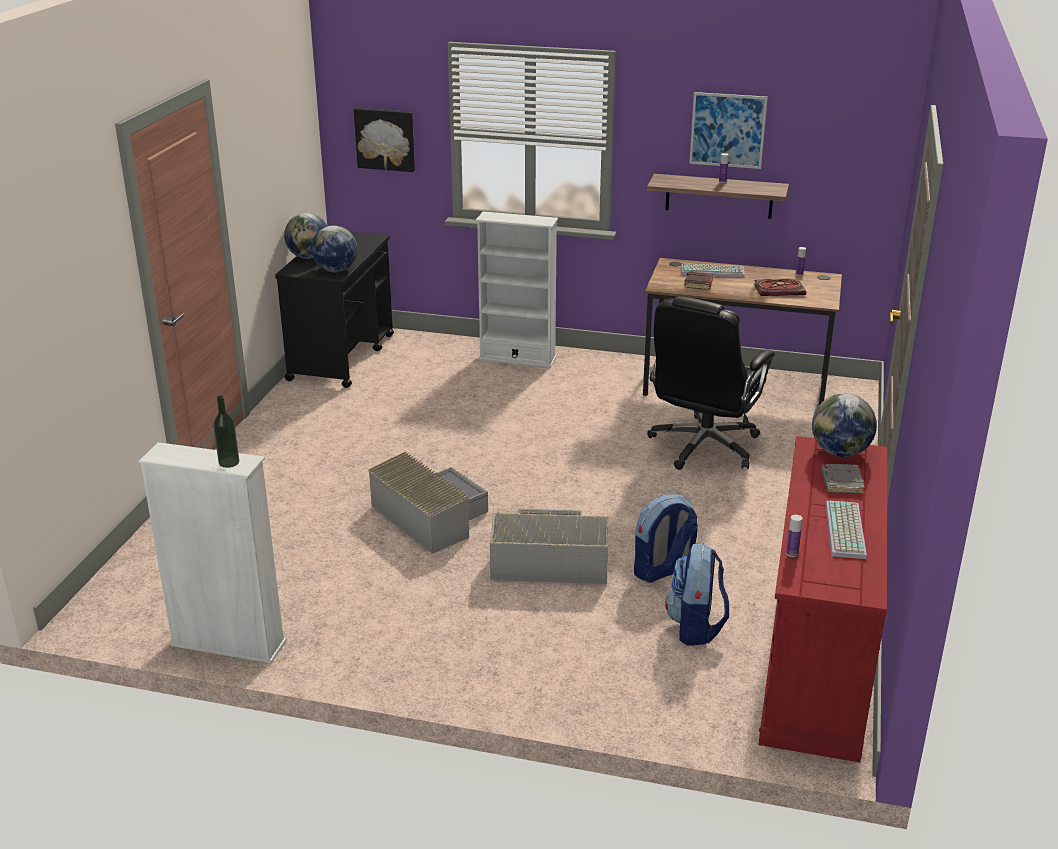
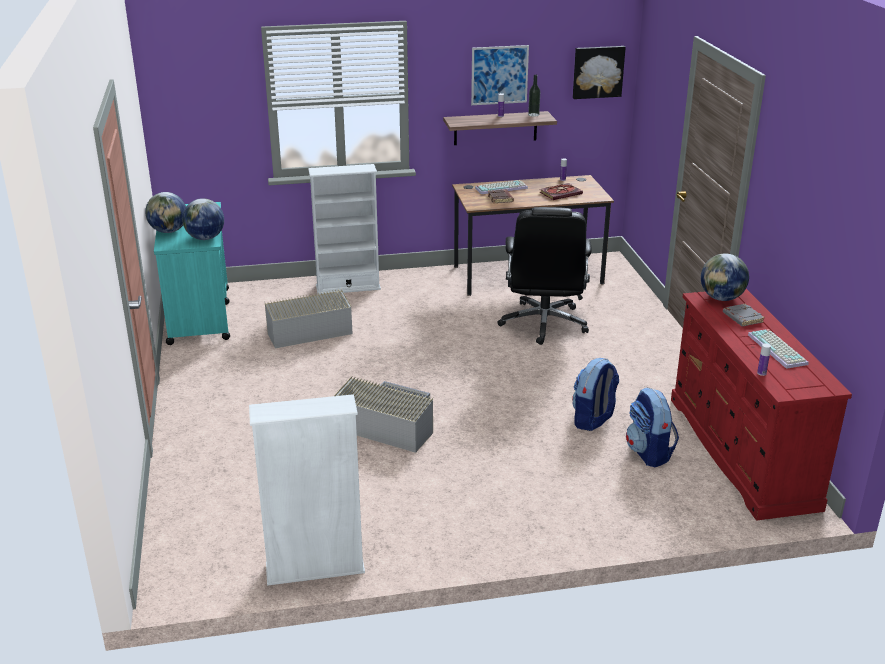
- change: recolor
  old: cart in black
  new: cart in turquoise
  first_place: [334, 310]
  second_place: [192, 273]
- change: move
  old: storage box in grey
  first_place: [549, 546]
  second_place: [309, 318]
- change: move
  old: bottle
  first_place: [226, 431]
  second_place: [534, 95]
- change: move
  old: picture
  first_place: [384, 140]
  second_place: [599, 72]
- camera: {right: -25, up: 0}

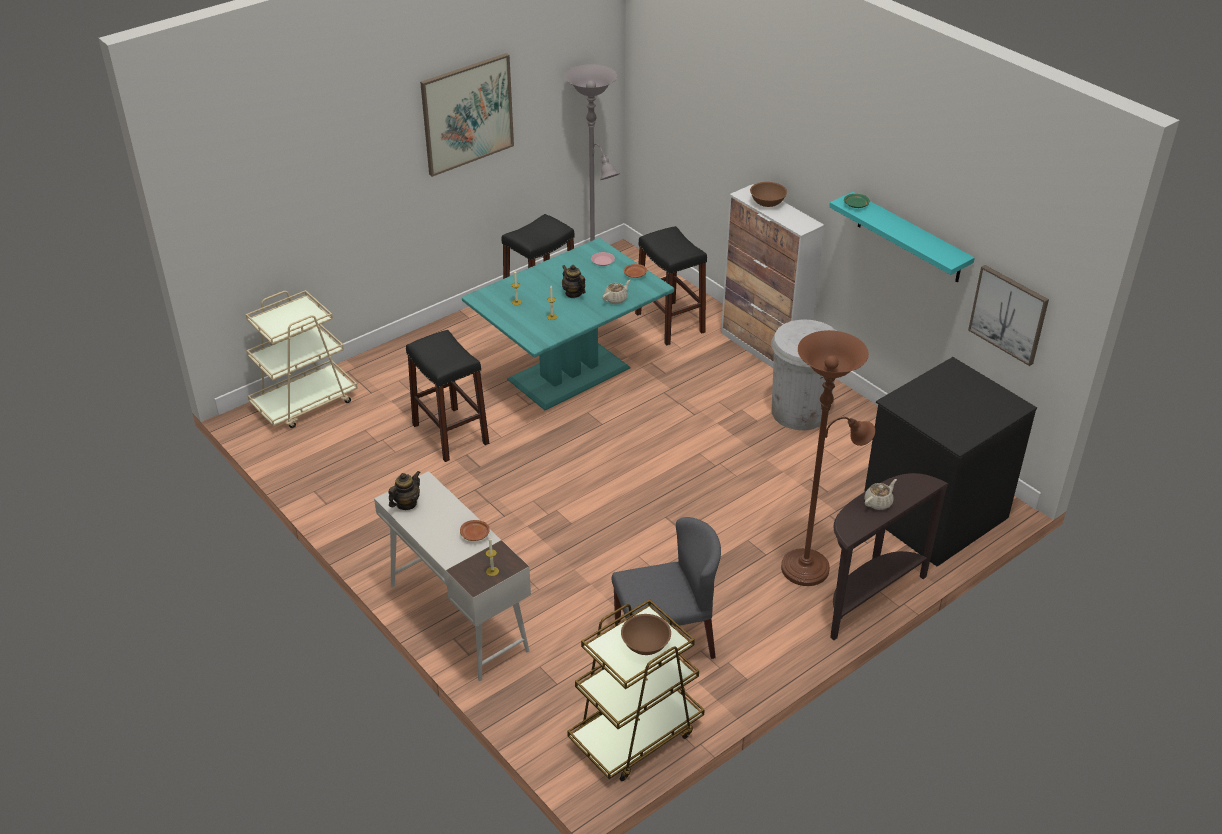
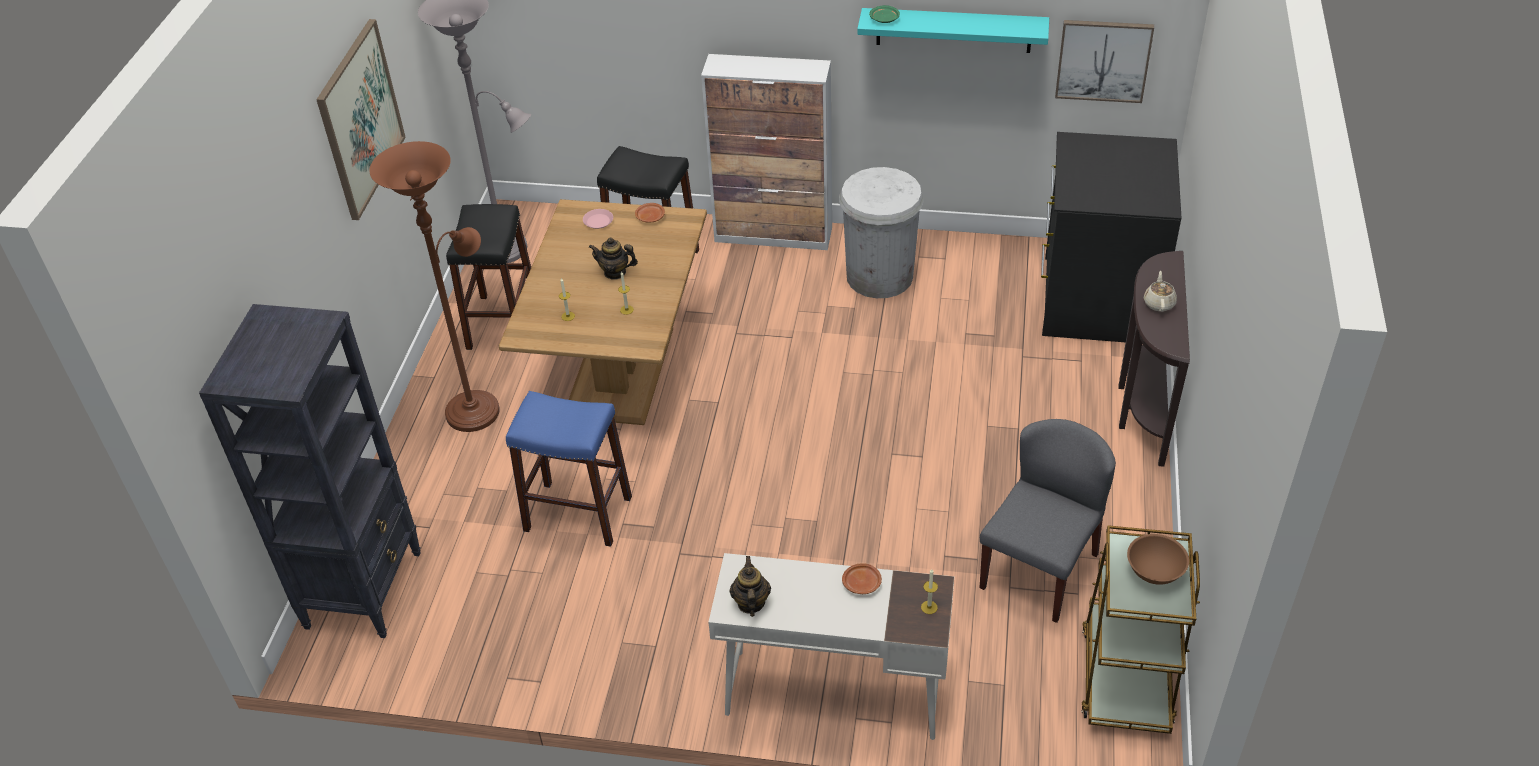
- change: replace
  old: cart in beige
  new: bookcase in black
  first_place: [302, 359]
  second_place: [310, 471]
- change: move
  old: floor lamp in brown
  first_place: [828, 458]
  second_place: [434, 286]
- change: recolor
  old: dining table in turquoise
  new: dining table in brown
  first_place: [568, 324]
  second_place: [603, 312]
- change: recolor
  old: stool in black
  new: stool in blue
  first_place: [447, 396]
  second_place: [569, 469]
- change: delete
  old: teapot in beige
  first_place: [616, 292]
- change: delete
  old: bowl in brown
  first_place: [768, 194]
- camera: {right: -40, up: 5}

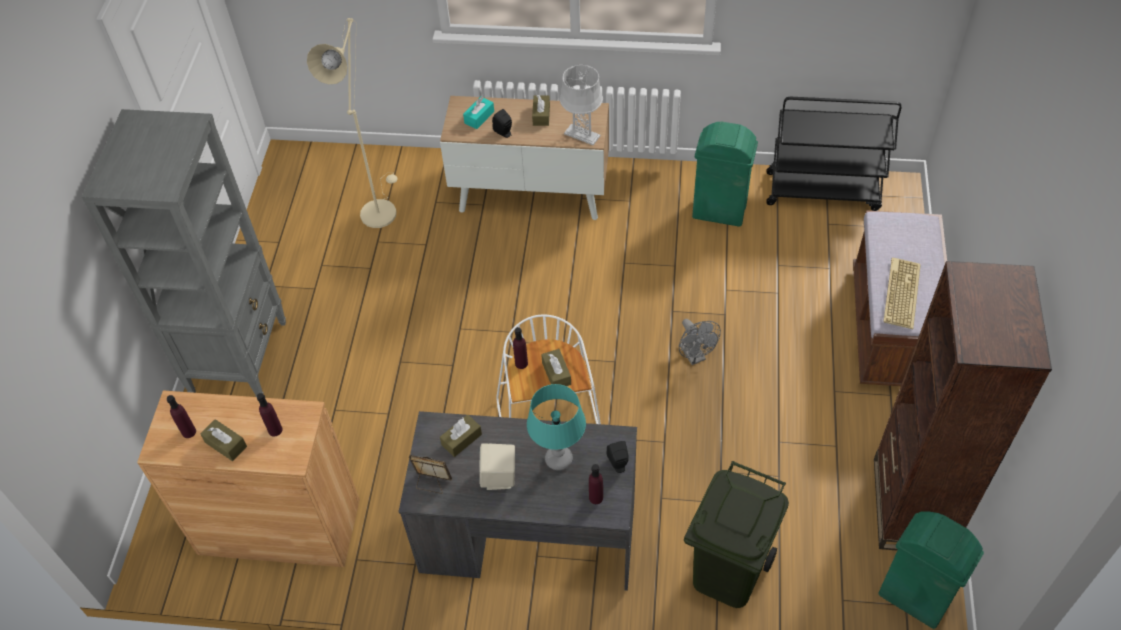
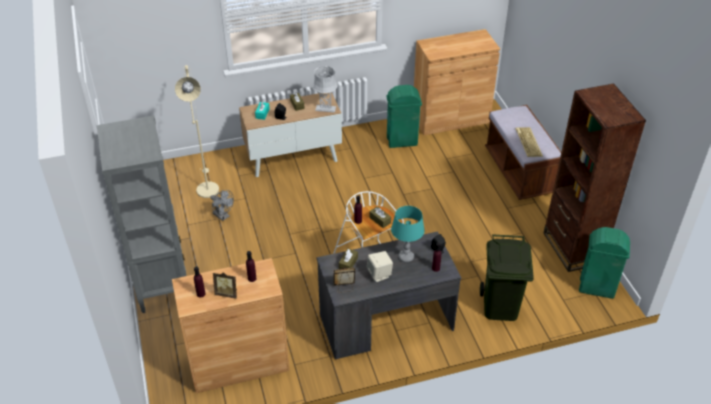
- change: move
  old: fan in grey
  first_place: [700, 342]
  second_place: [222, 205]
- change: replace
  old: tissue box in brown
  new: picture frame
  first_place: [223, 440]
  second_place: [225, 285]
- change: replace
  old: cart in black
  new: cabinet in brown
  first_place: [834, 154]
  second_place: [457, 82]
- camera: {right: -25, up: -10}

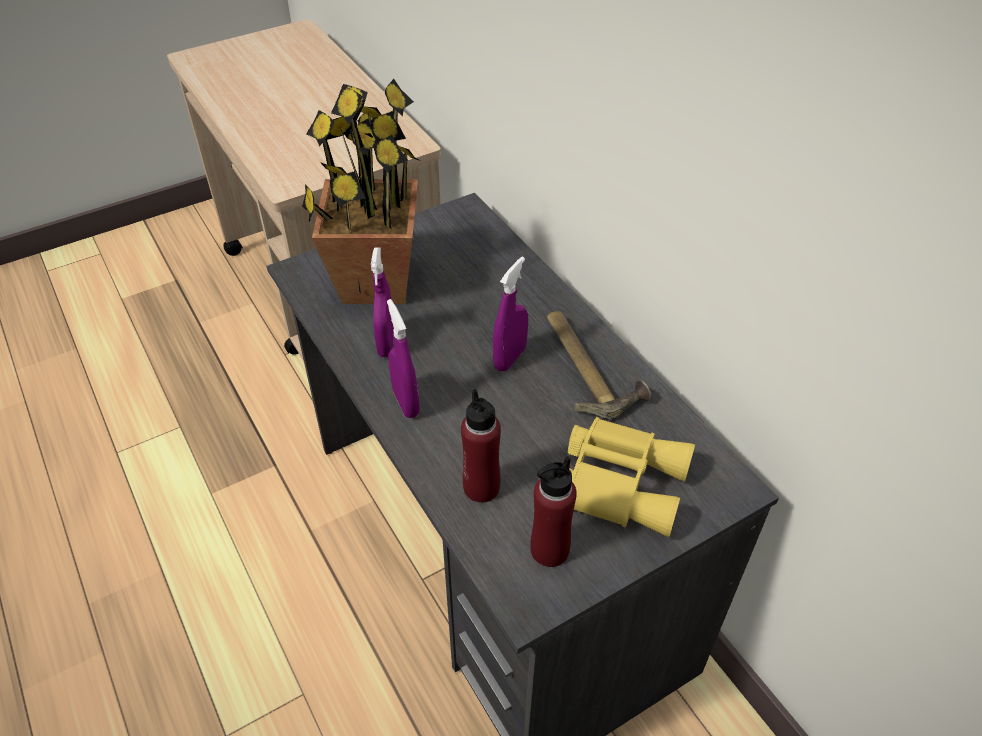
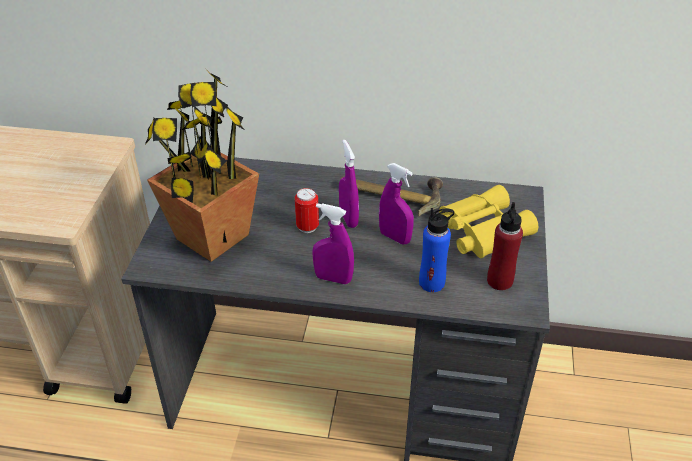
- change: insert
  new: can
  second_place: [307, 210]
- change: move
  old: spray bottle in purple
  first_place: [382, 302]
  second_place: [396, 203]
- change: recolor
  old: bottle in red
  new: bottle in blue
  first_place: [481, 446]
  second_place: [436, 250]
- camera: {right: -50, up: -5}

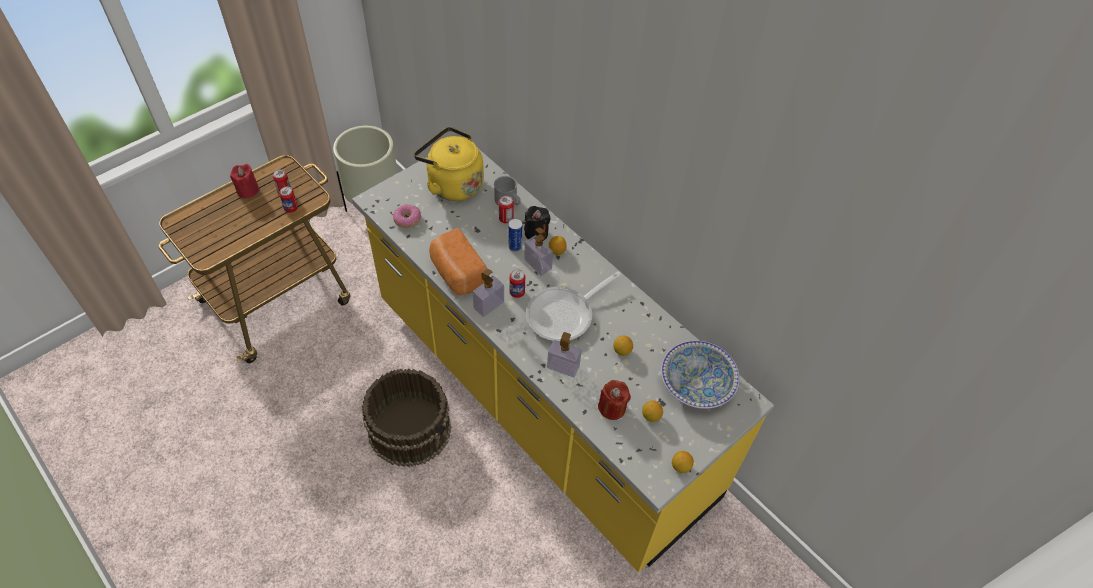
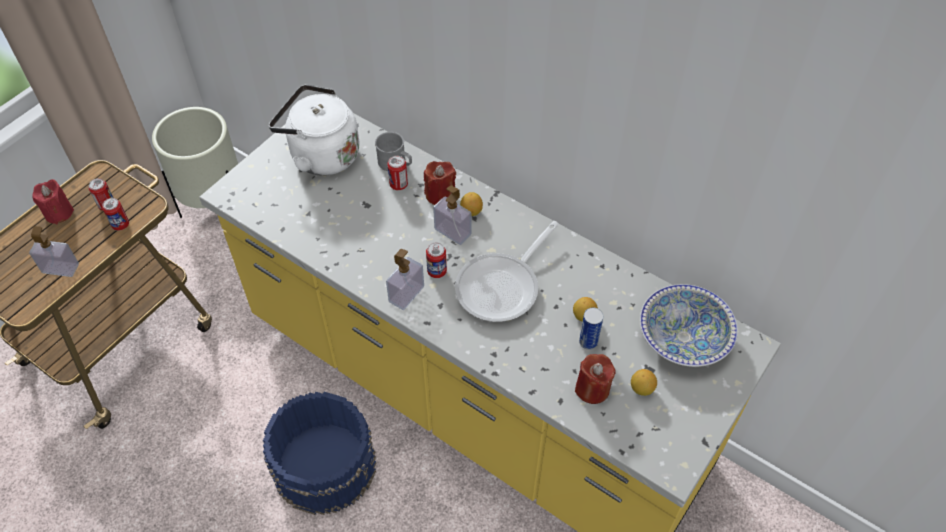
- change: move
  old: soap dispenser
  first_place: [564, 354]
  second_place: [54, 251]
- change: recolor
  old: bucket in brown
  new: bucket in blue
  first_place: [406, 417]
  second_place: [319, 453]
- change: recolor
  old: kettle in yellow
  new: kettle in white
  first_place: [449, 164]
  second_place: [314, 130]
- change: recolor
  old: candle in black
  new: candle in red
  first_place: [537, 223]
  second_place: [440, 183]
- change: move
  old: can
  first_place: [515, 235]
  second_place: [591, 329]
- change: delete
  old: donut
  first_place: [407, 216]
- change: delete
  old: bread
  first_place: [458, 262]
- change: delete
  old: lemon
  first_place: [683, 462]
- camera: {right: -10, up: 0}

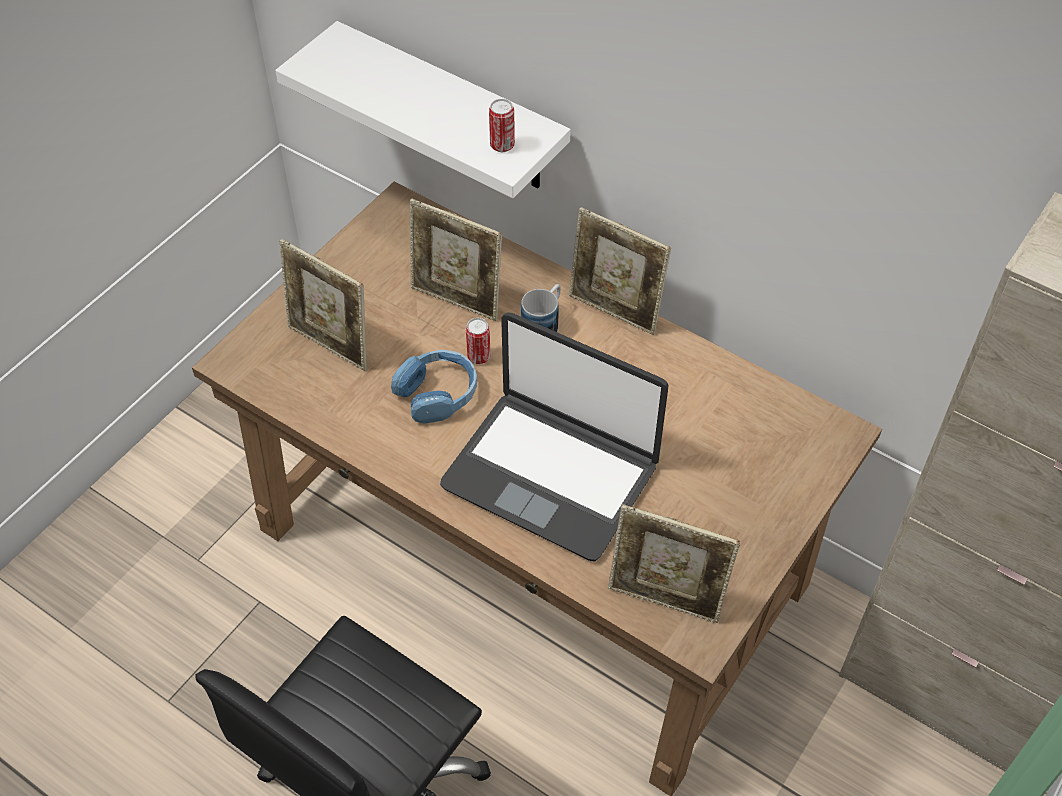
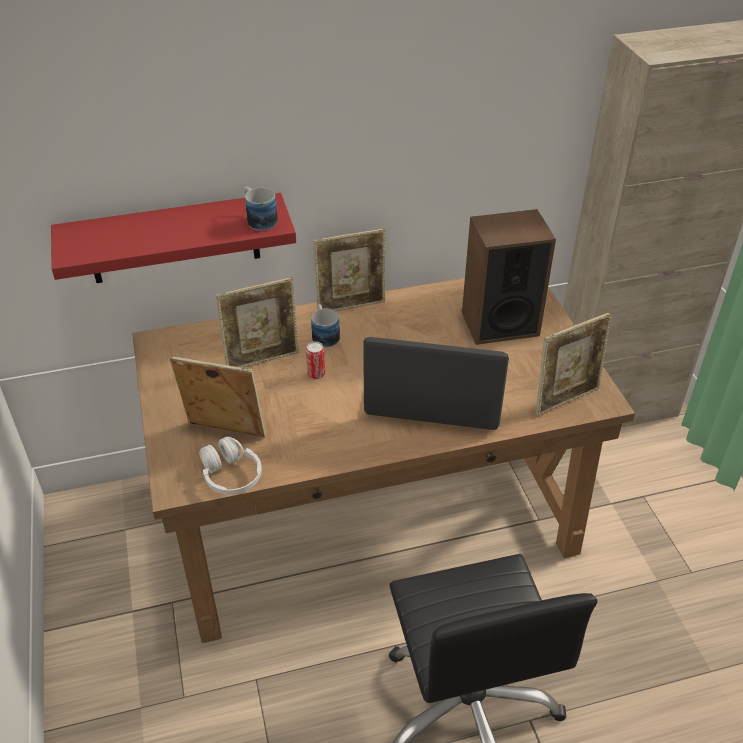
- change: recolor
  old: shelf in white
  new: shelf in red
  first_place: [423, 109]
  second_place: [173, 238]
- change: rotate
  old: picture frame
  first_place: [323, 305]
  second_place: [218, 397]
  degrees: -150
- change: insert
  new: headphones in white
  second_place: [230, 465]
- change: replace
  old: can
  new: mug
  first_place: [502, 125]
  second_place: [261, 209]
- change: rotate
  old: laptop
  first_place: [554, 436]
  second_place: [436, 383]
  degrees: -150
- change: insert
  new: speaker
  second_place: [509, 277]
- change: delete
  old: headphones in blue
  first_place: [434, 387]
- camera: {right: -50, up: -10}

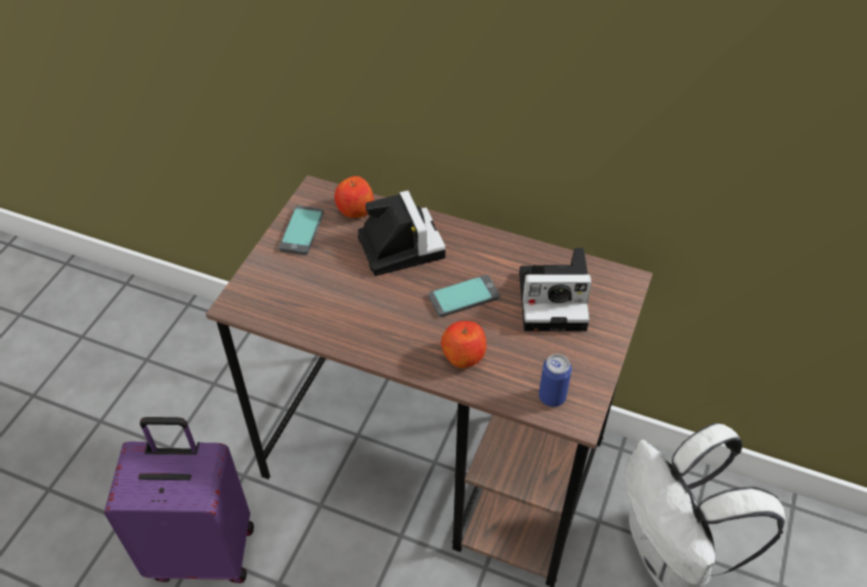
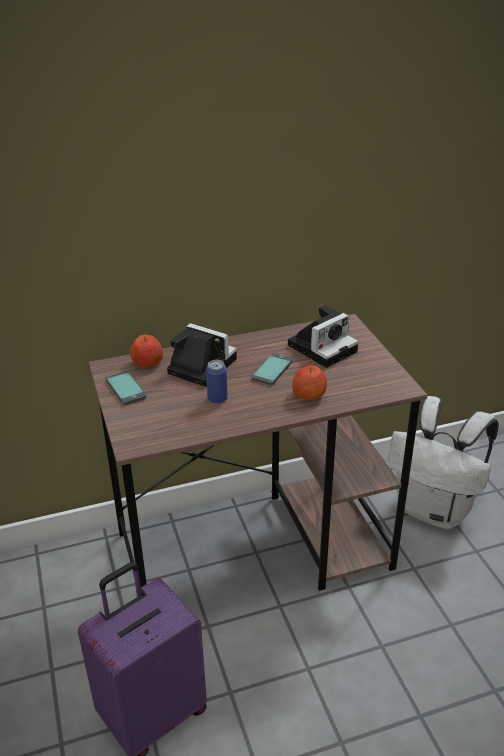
- change: move
  old: can
  first_place: [555, 380]
  second_place: [217, 382]
- camera: {right: -40, up: -15}

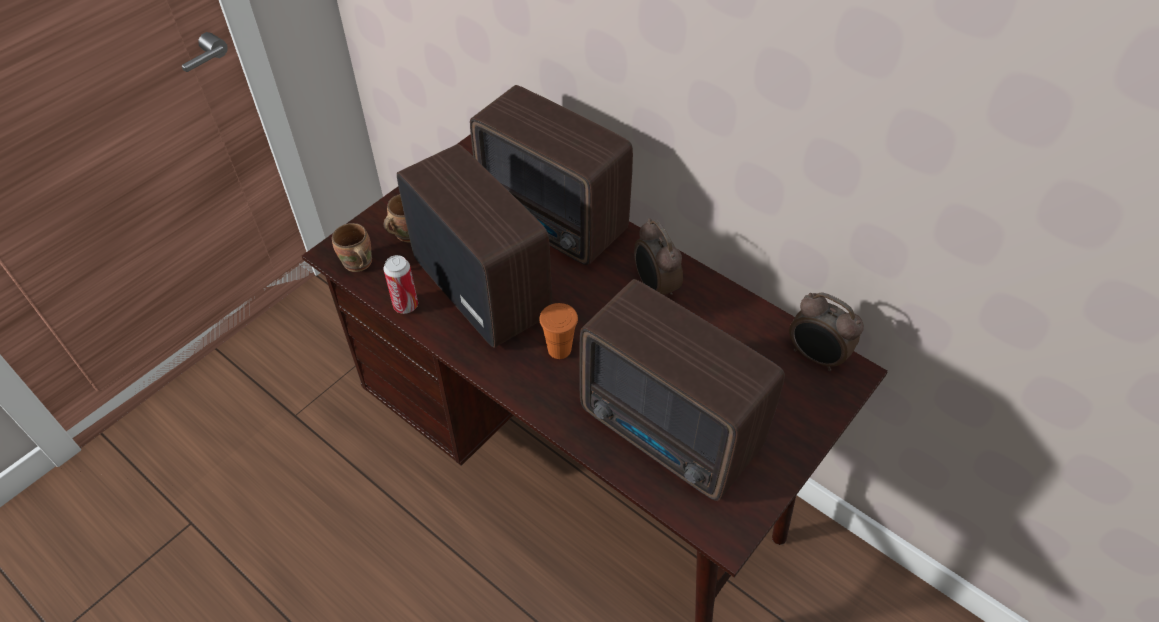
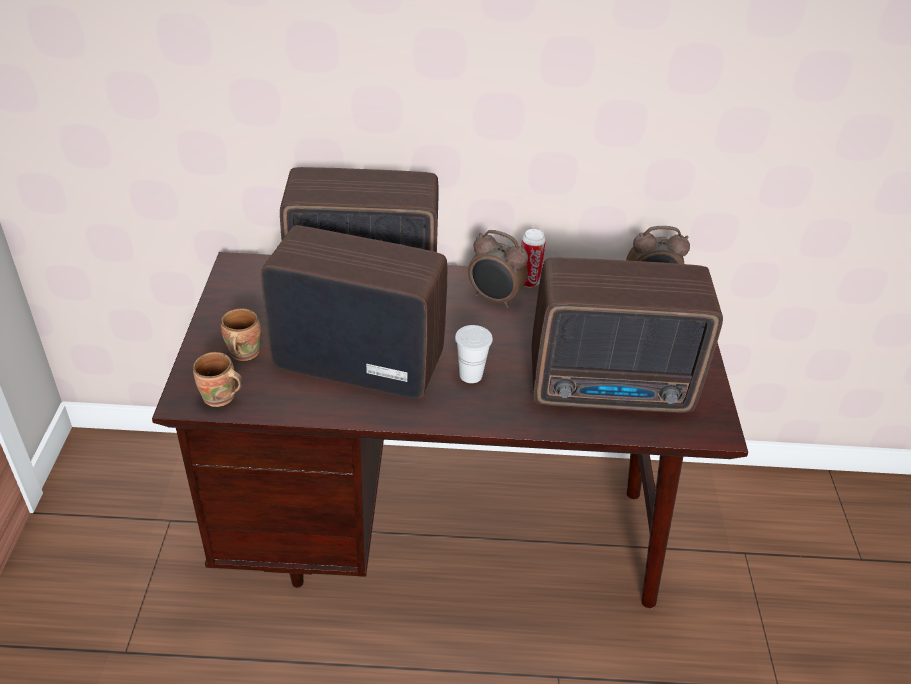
- change: recolor
  old: cup in orange
  new: cup in white
  first_place: [558, 331]
  second_place: [474, 354]
- change: move
  old: can
  first_place: [400, 284]
  second_place: [533, 258]
- camera: {right: -40, up: -10}

